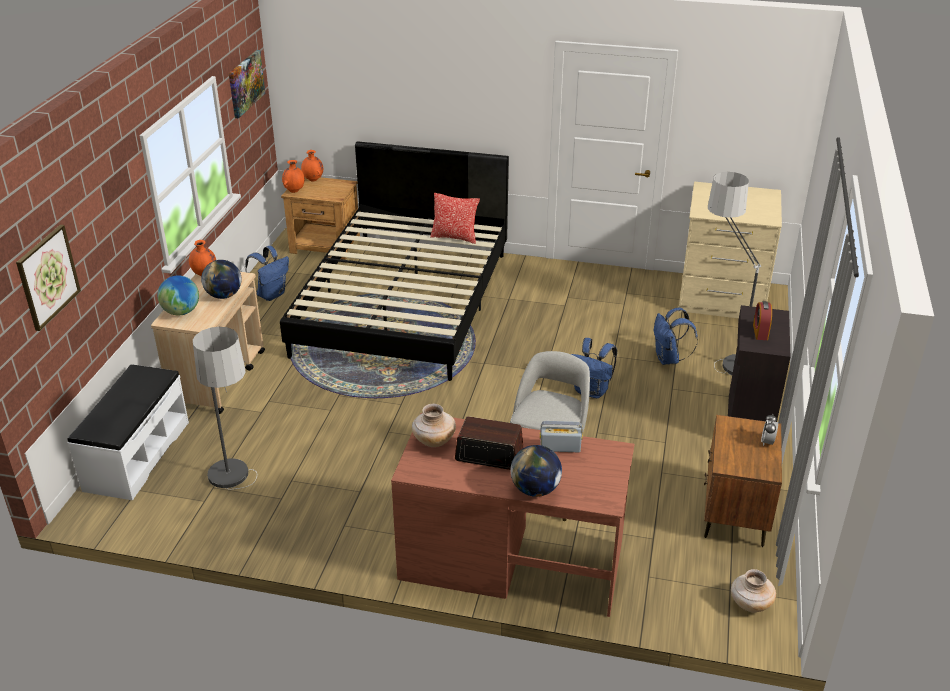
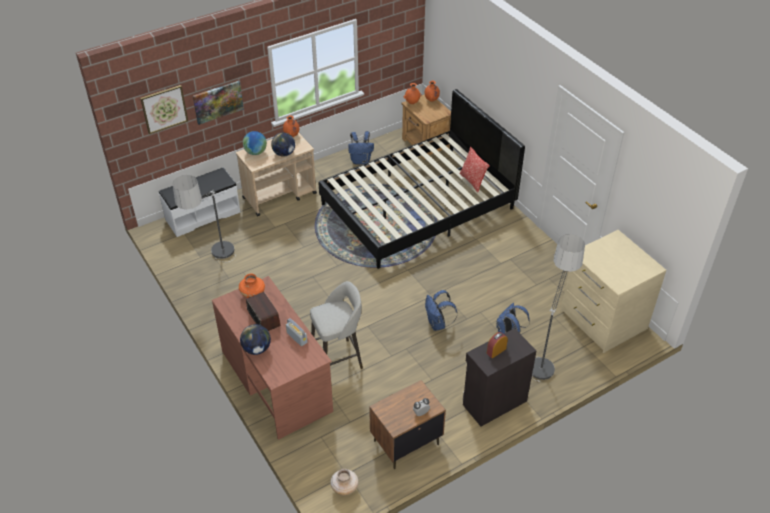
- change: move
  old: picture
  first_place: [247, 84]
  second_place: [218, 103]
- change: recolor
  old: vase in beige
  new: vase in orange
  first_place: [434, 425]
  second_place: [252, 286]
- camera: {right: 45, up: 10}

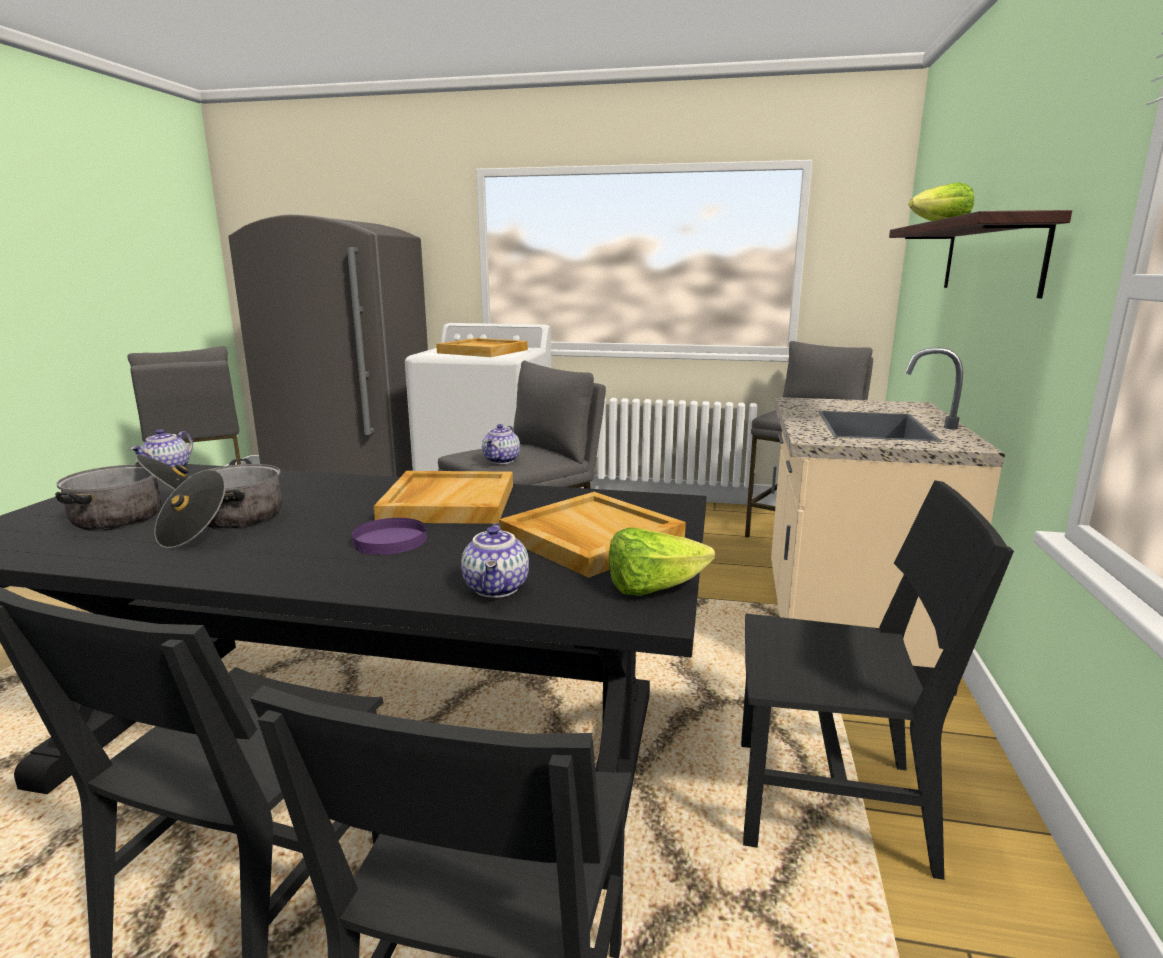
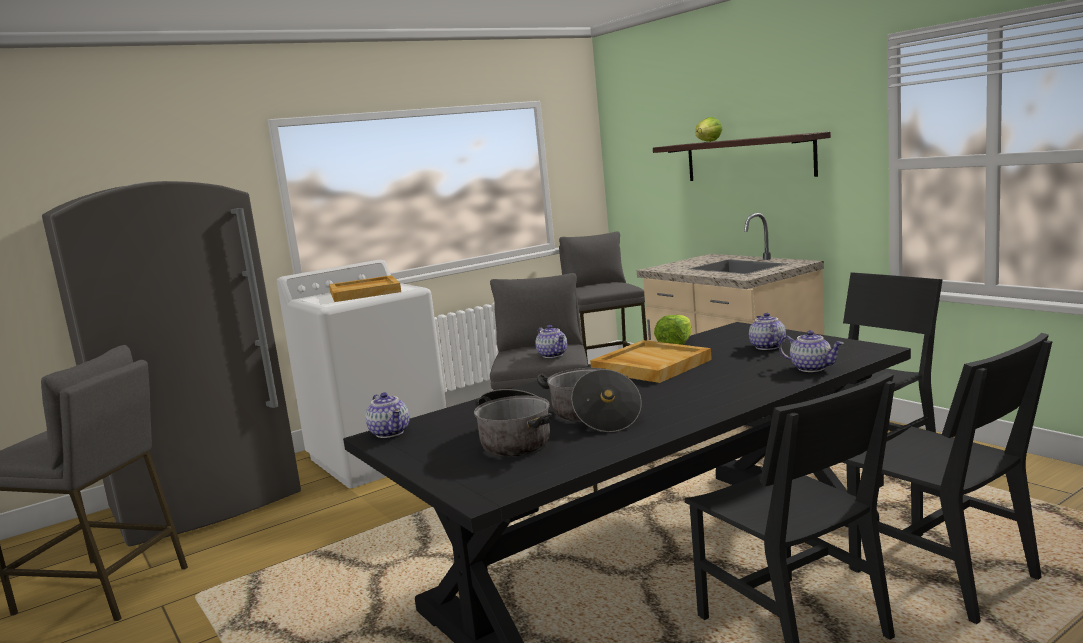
- change: move
  old: lettuce
  first_place: [662, 561]
  second_place: [673, 330]
- change: replace
  old: tray in beige
  new: teapot
  first_place: [592, 535]
  second_place: [767, 331]
- change: delete
  old: plate in purple
  first_place: [389, 536]
- camera: {right: -45, up: -5}

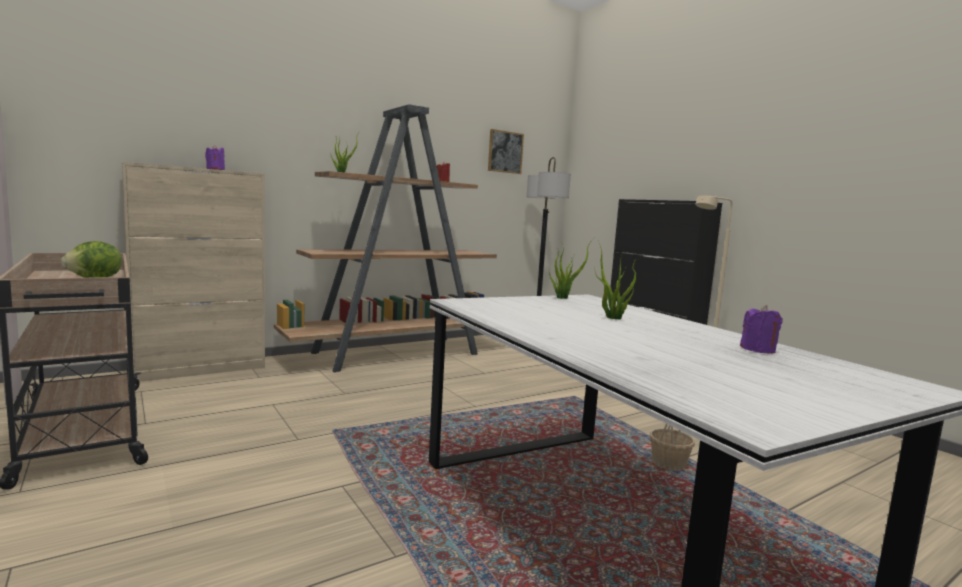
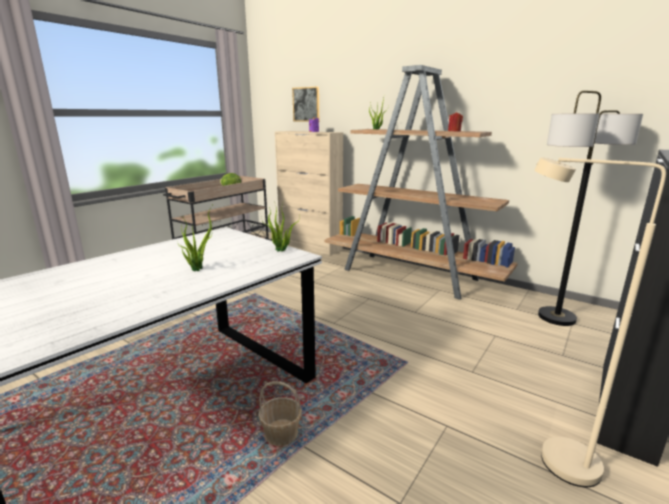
- change: move
  old: picture
  first_place: [506, 151]
  second_place: [305, 104]
- change: delete
  old: candle in purple
  first_place: [761, 329]
- camera: {right: 70, up: 10}

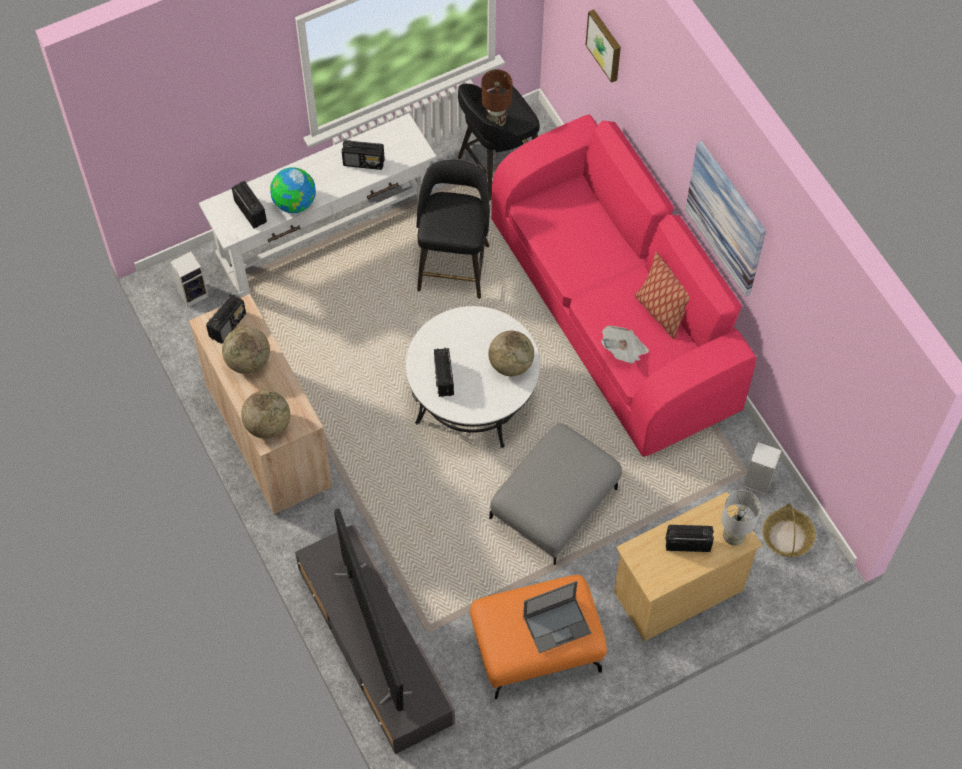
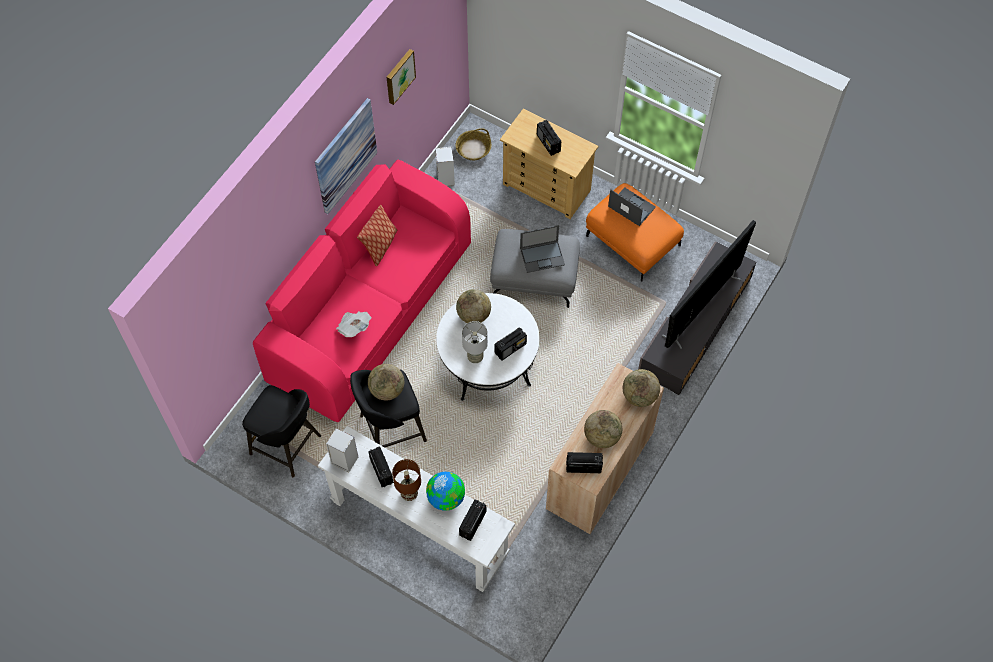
- change: move
  old: speaker
  first_place: [189, 279]
  second_place: [342, 450]
- change: move
  old: newspaper
  first_place: [625, 344]
  second_place: [353, 324]
- change: insert
  new: globe
  second_place: [386, 382]
- change: move
  old: picture
  first_place: [603, 46]
  second_place: [401, 77]
- change: move
  old: table lamp in brown
  first_place: [496, 97]
  second_place: [406, 480]
- change: move
  old: table lamp in grey
  first_place: [741, 517]
  second_place: [475, 342]
- change: insert
  new: laptop
  second_place: [542, 249]
- camera: {right: -120, up: 0}

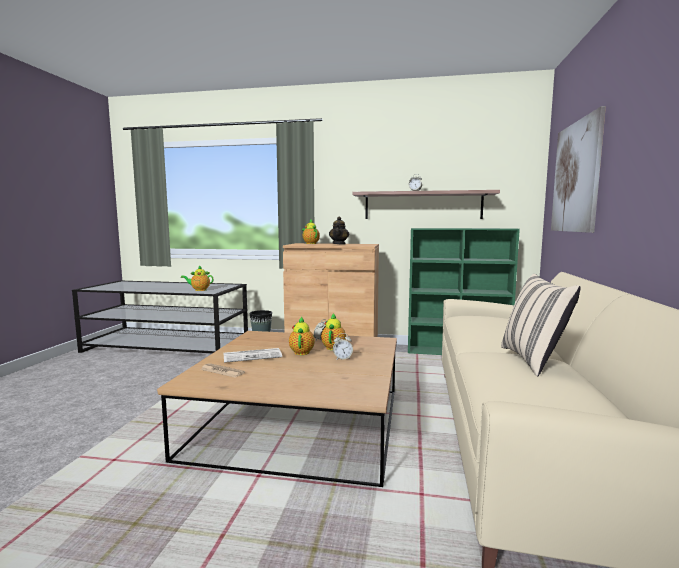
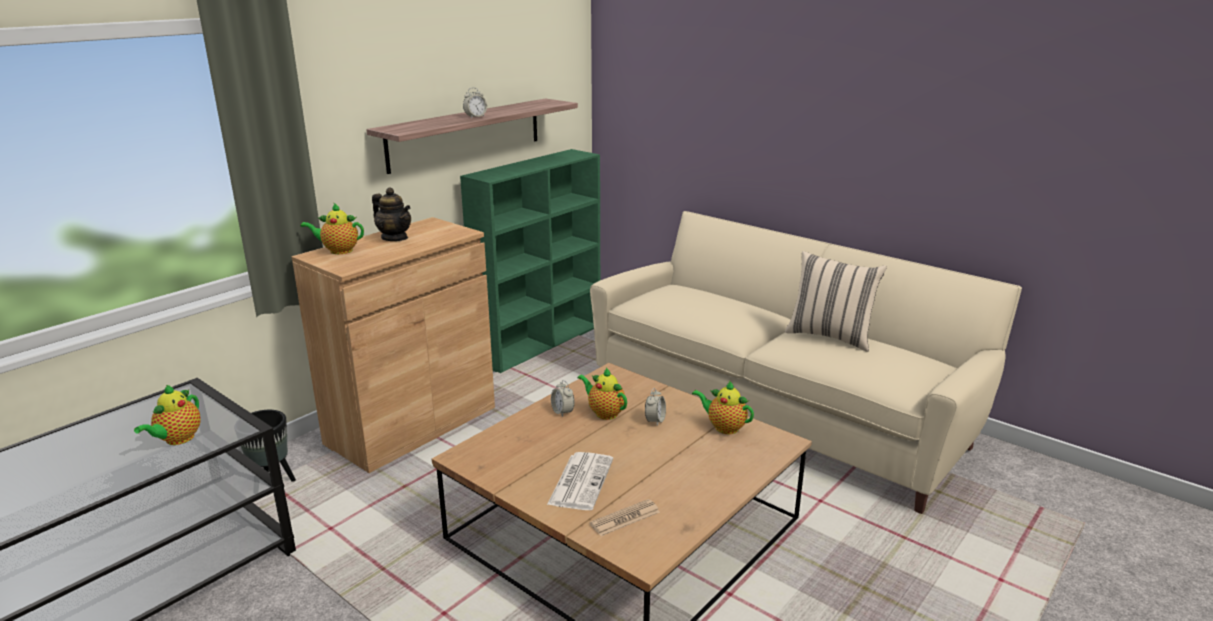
- change: move
  old: teapot
  first_place: [302, 336]
  second_place: [723, 407]
- change: delete
  old: picture
  first_place: [578, 169]
- camera: {right: -60, up: 15}

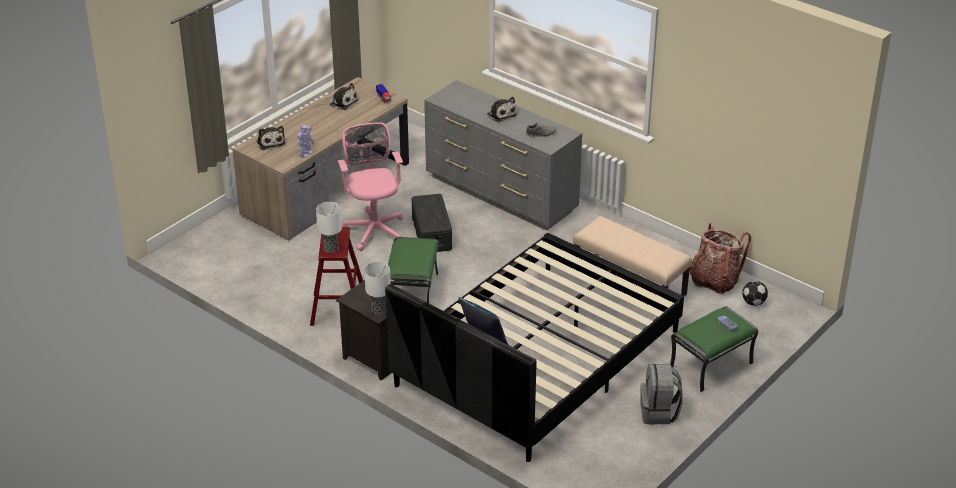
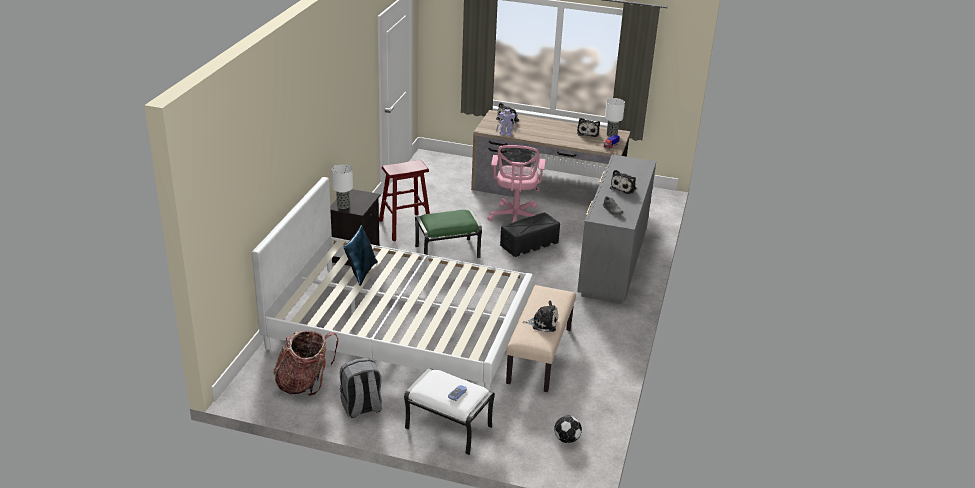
- change: recolor
  old: bed in black
  new: bed in white
  first_place: [534, 347]
  second_place: [392, 284]
- change: move
  old: backpack
  first_place: [720, 258]
  second_place: [306, 363]
- change: recolor
  old: ottoman in green
  new: ottoman in white
  first_place: [714, 349]
  second_place: [449, 411]
- change: rotate
  old: office chair in pink
  first_place: [370, 186]
  second_place: [516, 184]
  degrees: 135
- change: insert
  new: plush toy
  second_place: [540, 316]
- change: move
  old: table lamp
  first_place: [329, 227]
  second_place: [615, 117]
- camera: {right: 65, up: -5}

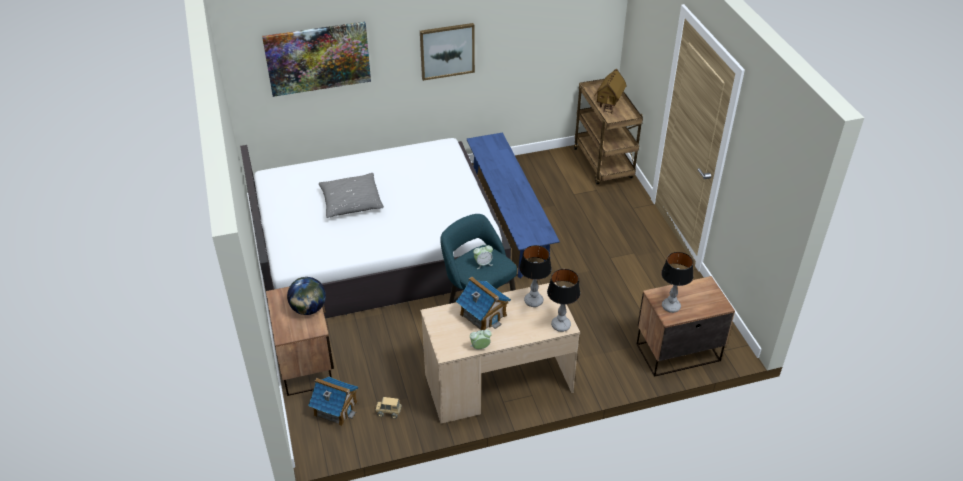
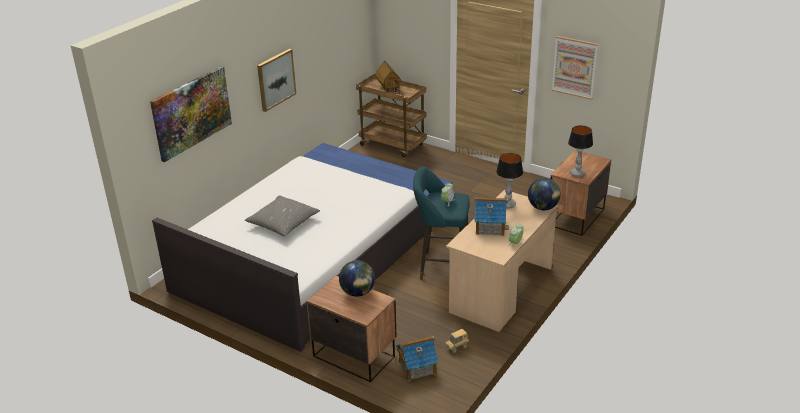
- change: replace
  old: table lamp
  new: globe
  first_place: [563, 300]
  second_place: [544, 194]
- change: insert
  new: picture
  second_place: [575, 67]
- camera: {right: -40, up: -10}

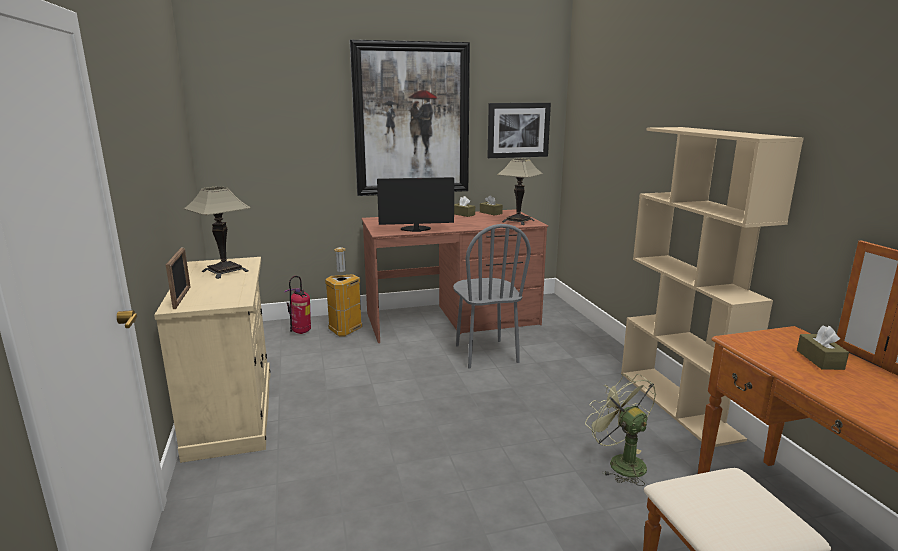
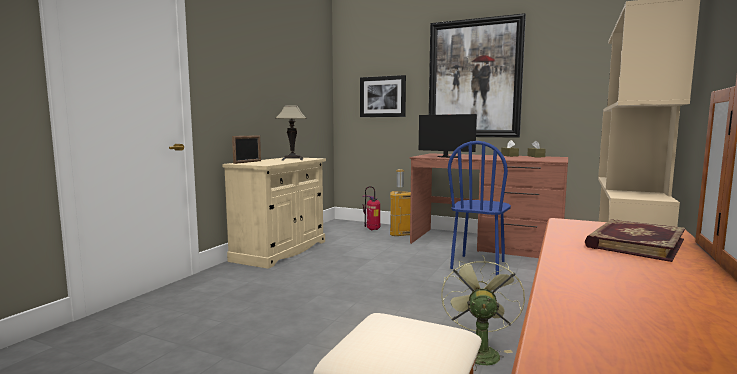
- change: move
  old: picture
  first_place: [519, 130]
  second_place: [383, 96]
- change: recolor
  old: chair in grey
  new: chair in blue
  first_place: [492, 296]
  second_place: [479, 208]
- change: replace
  old: tissue box in brown
  new: book
  first_place: [823, 348]
  second_place: [635, 240]
- change: delete
  old: table lamp
  first_place: [520, 191]
- camera: {right: 40, up: -10}

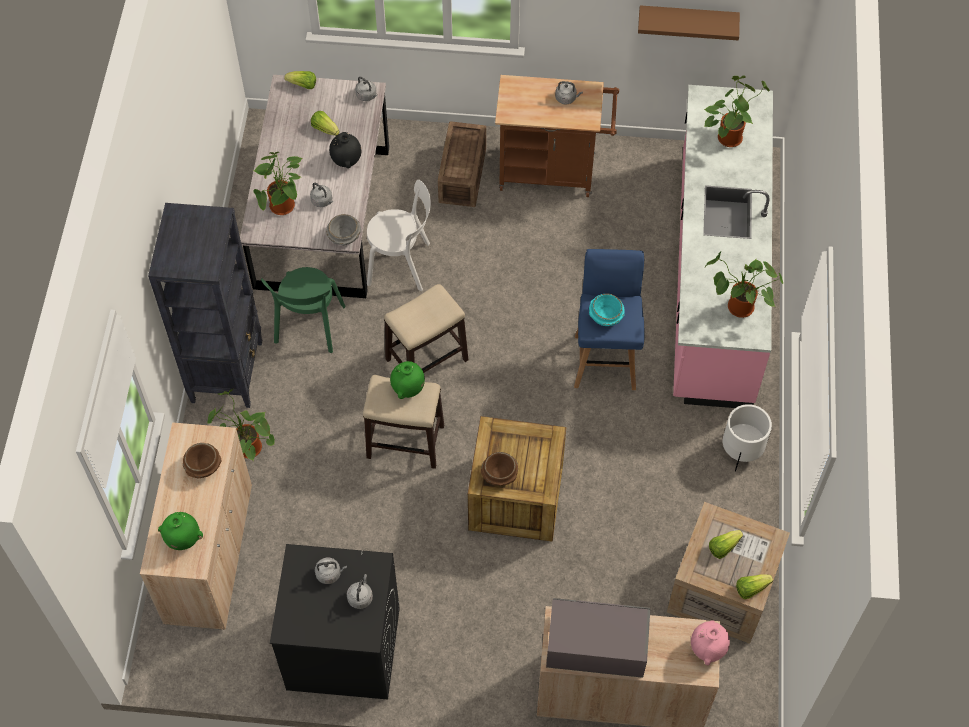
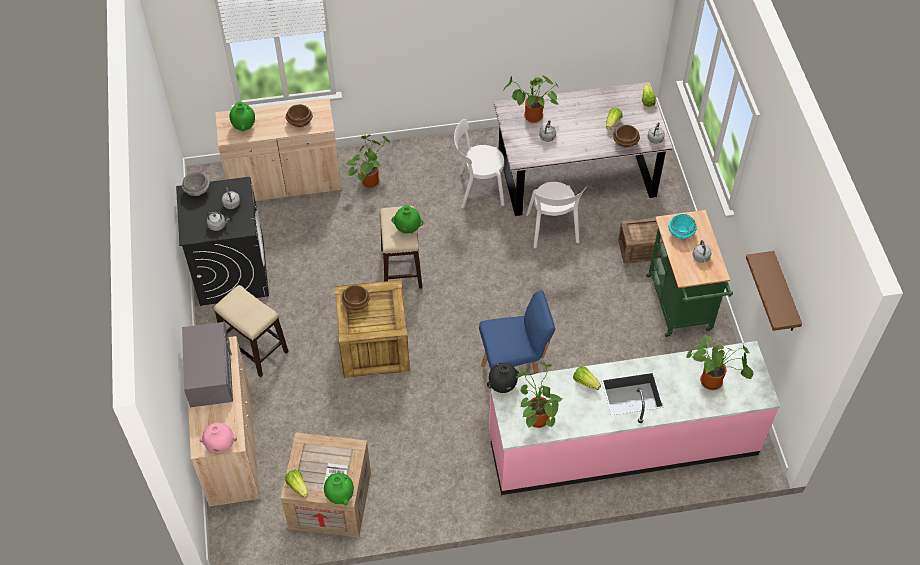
- change: move
  old: bowl in grey
  first_place: [344, 230]
  second_place: [196, 184]
- change: move
  old: stool
  first_place: [426, 328]
  second_place: [251, 331]
- change: insert
  new: vase in green
  second_place: [339, 489]
- change: recolor
  old: chair in green
  new: chair in white
  first_place: [303, 310]
  second_place: [479, 163]
- change: move
  old: vase in black
  first_place: [345, 150]
  second_place: [503, 378]
- change: move
  old: lettuce
  first_place: [726, 544]
  second_place: [587, 378]
- change: insert
  new: bowl in brown
  second_place: [626, 136]
- change: recolor
  old: cart in brown
  new: cart in green
  first_place: [557, 136]
  second_place: [689, 274]
- change: move
  old: bowl in turquoise
  first_place: [606, 310]
  second_place: [682, 226]
- change: delete
  old: bookcase in black
  first_place: [205, 305]
- change: delete
  old: planter in white
  first_place: [747, 438]
- camera: {right: 75, up: -5}

